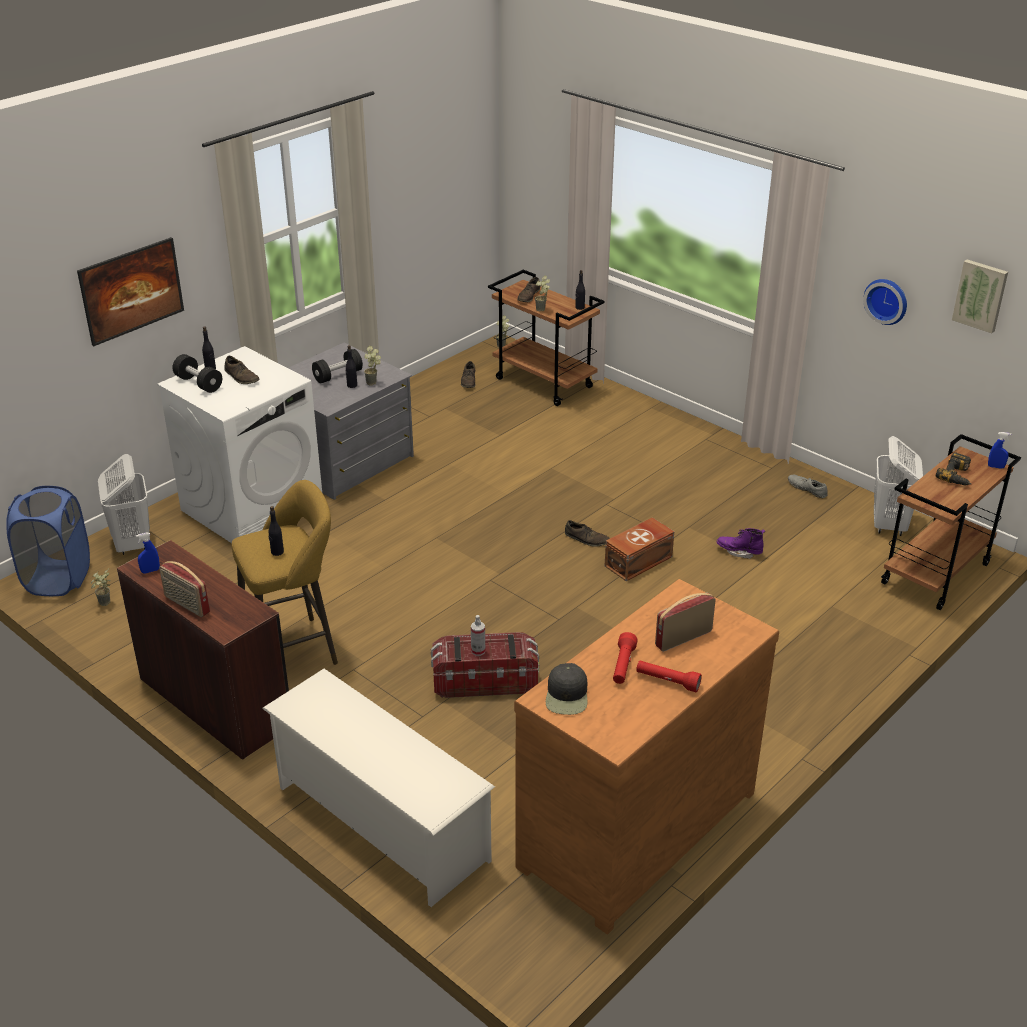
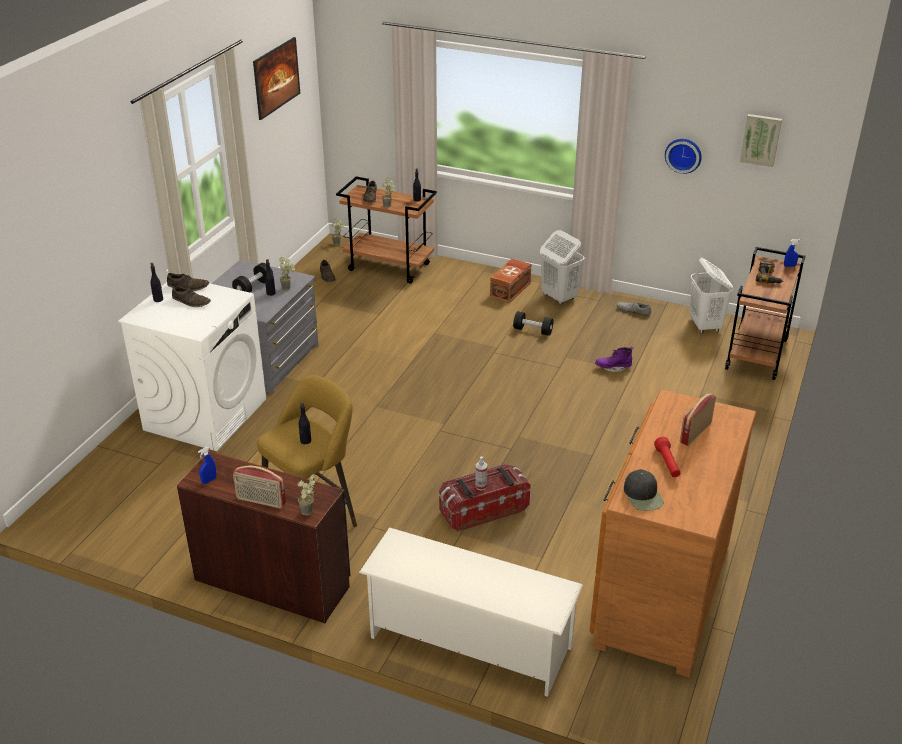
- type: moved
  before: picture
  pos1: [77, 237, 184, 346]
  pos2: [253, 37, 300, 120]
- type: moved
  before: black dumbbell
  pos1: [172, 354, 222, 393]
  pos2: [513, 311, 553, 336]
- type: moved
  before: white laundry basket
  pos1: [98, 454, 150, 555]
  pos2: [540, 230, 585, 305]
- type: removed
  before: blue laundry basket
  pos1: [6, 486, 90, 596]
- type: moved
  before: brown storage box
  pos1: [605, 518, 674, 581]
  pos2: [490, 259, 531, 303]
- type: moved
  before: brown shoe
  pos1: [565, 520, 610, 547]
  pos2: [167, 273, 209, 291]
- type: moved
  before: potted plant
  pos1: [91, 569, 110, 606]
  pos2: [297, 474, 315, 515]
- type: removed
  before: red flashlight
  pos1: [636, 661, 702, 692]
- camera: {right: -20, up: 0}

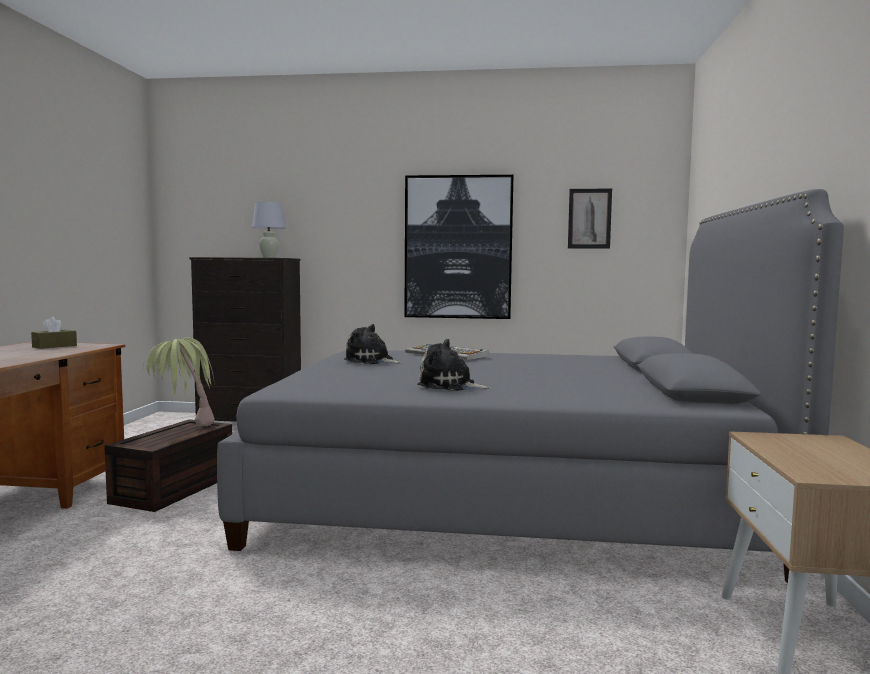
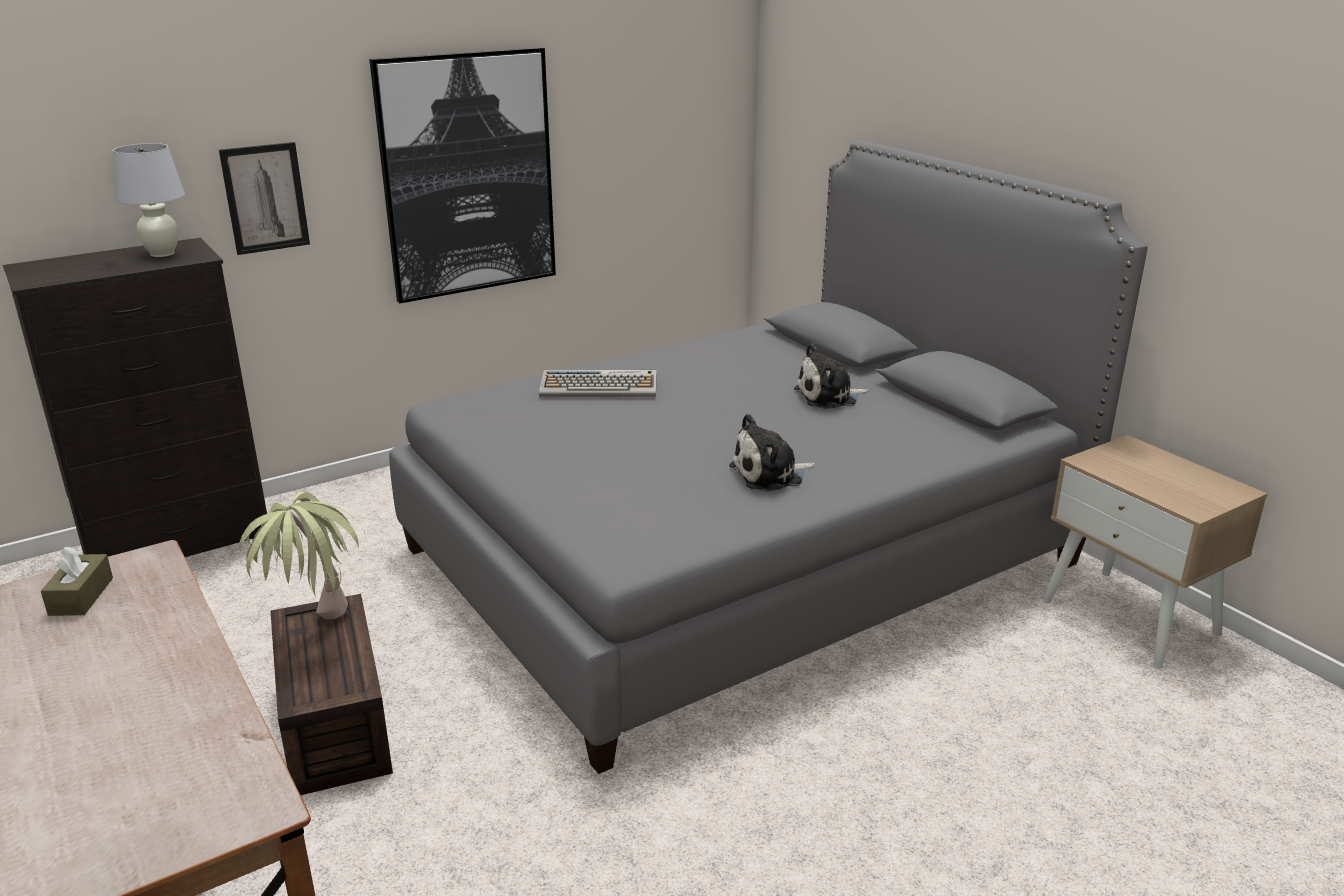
- type: moved
  before: picture
  pos1: [568, 189, 612, 249]
  pos2: [219, 142, 310, 255]
- type: moved
  before: plush toy
  pos1: [344, 324, 403, 364]
  pos2: [794, 344, 869, 409]
- camera: {right: -40, up: 20}

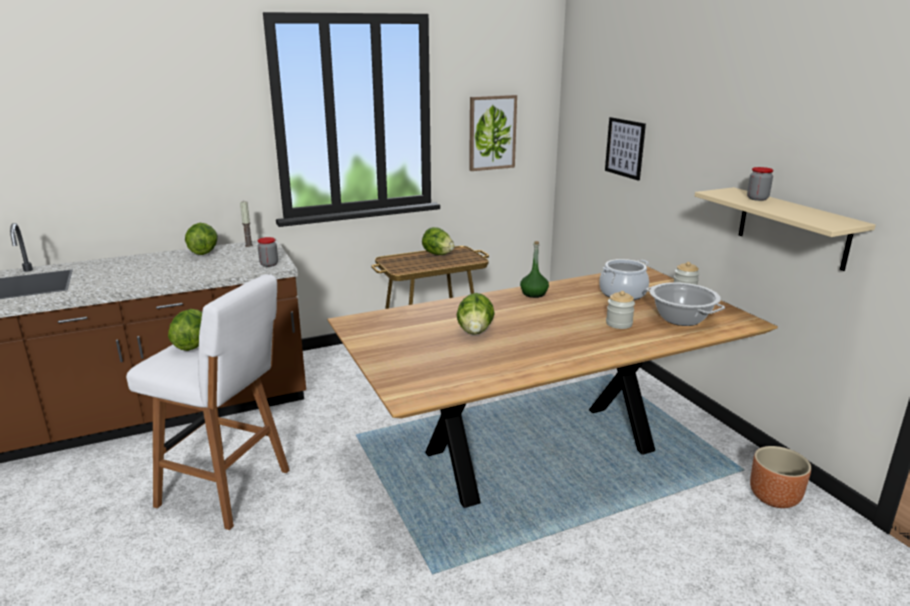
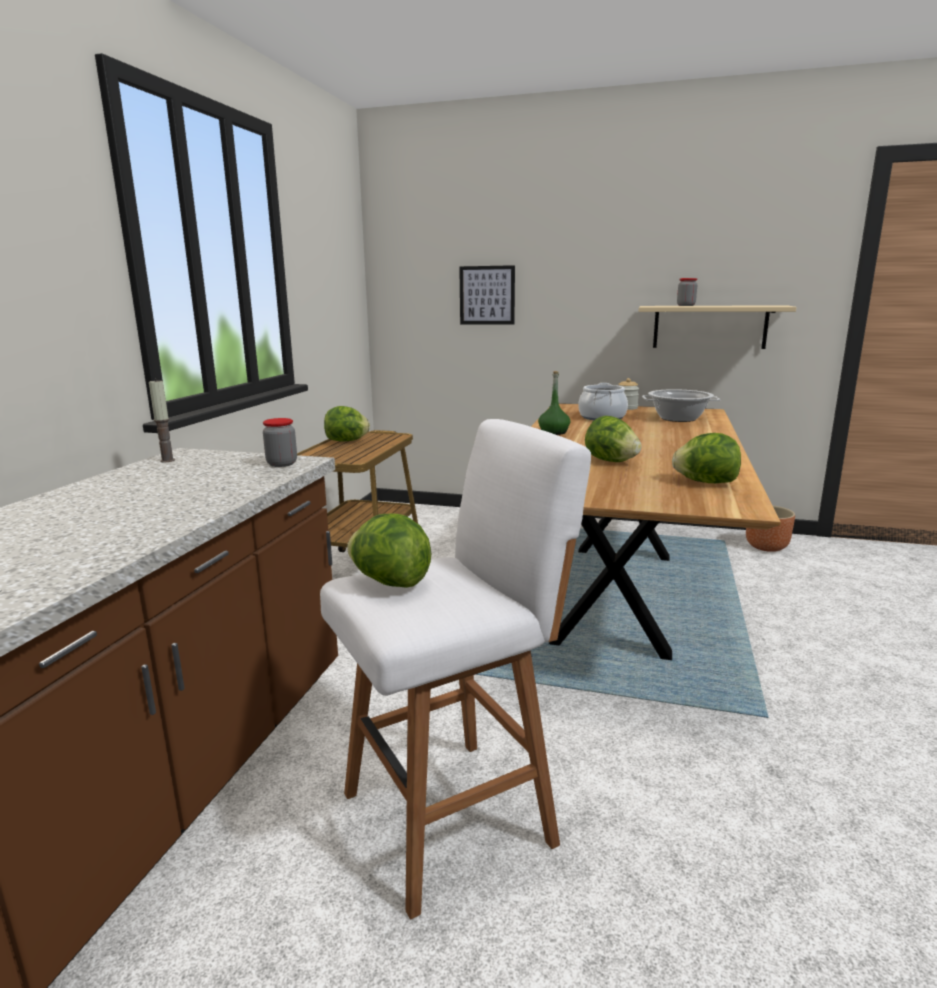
- type: removed
  before: picture
  pos1: [469, 95, 517, 171]
- type: moved
  before: lettuce
  pos1: [185, 223, 218, 255]
  pos2: [672, 433, 741, 483]
- type: removed
  before: jar
  pos1: [606, 291, 635, 329]
- camera: {right: -50, up: -5}

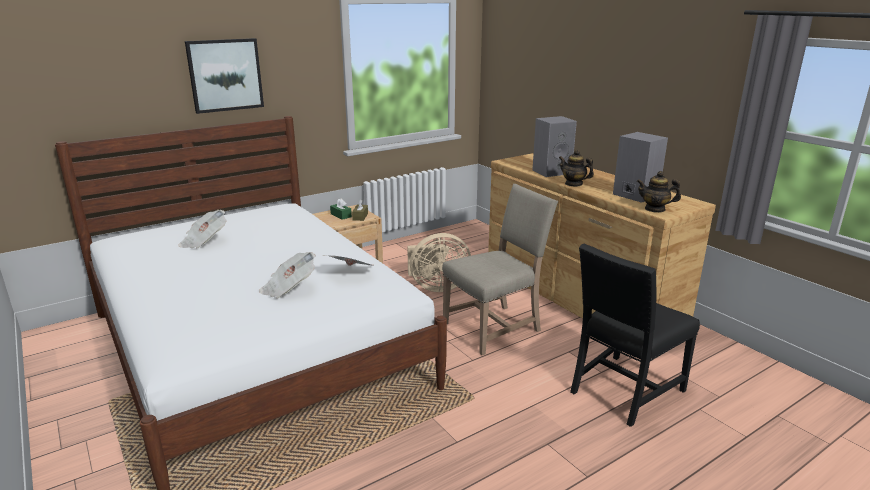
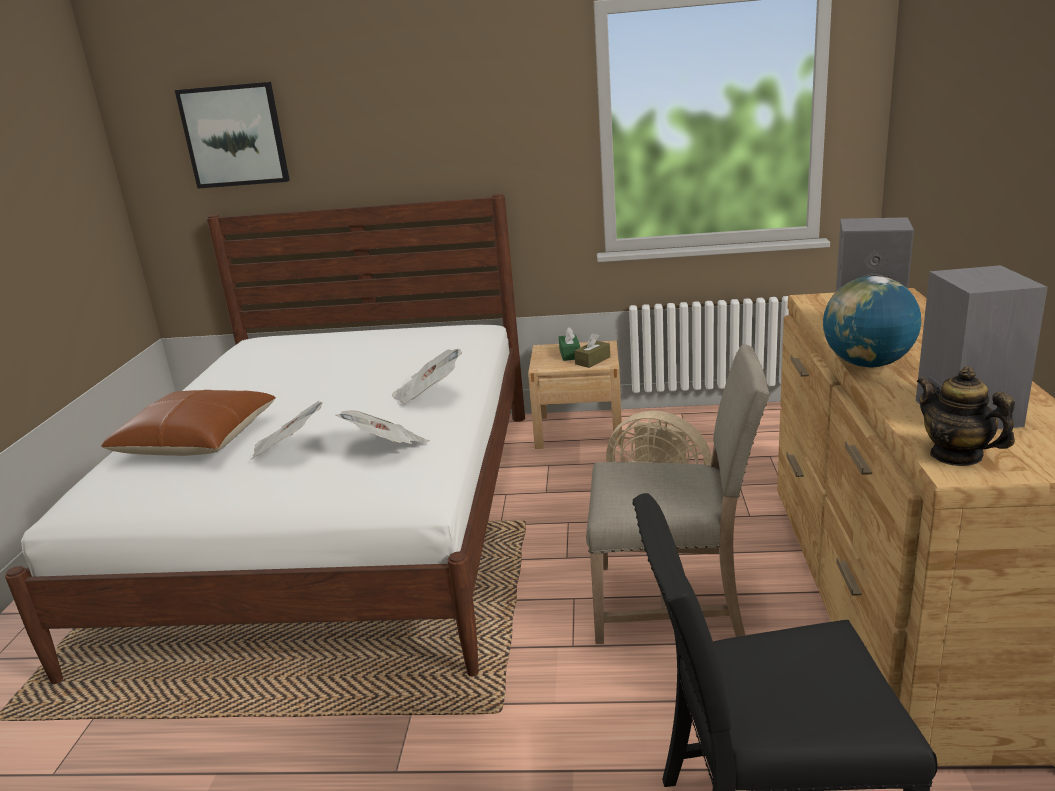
- type: moved
  before: picture
  pos1: [185, 38, 264, 114]
  pos2: [175, 82, 290, 189]
- type: replaced
  before: teapot
  after: globe
  pos1: [559, 150, 594, 187]
  pos2: [823, 276, 921, 367]
- type: moved
  before: newspaper
  pos1: [178, 210, 226, 249]
  pos2: [392, 349, 462, 404]
- type: added
  after: brown pillow
  pos2: [101, 390, 276, 456]
- camera: {right: 40, up: 0}

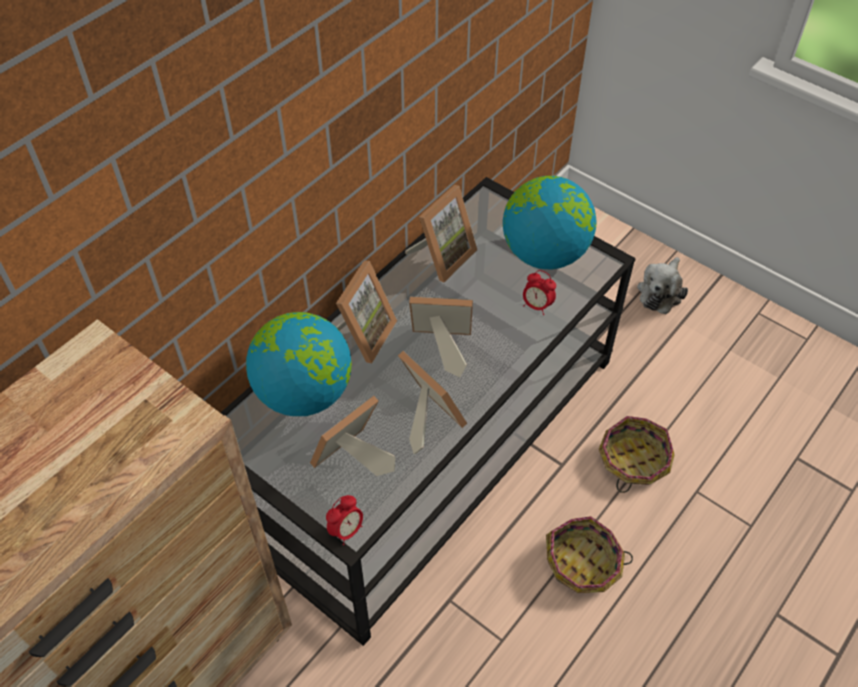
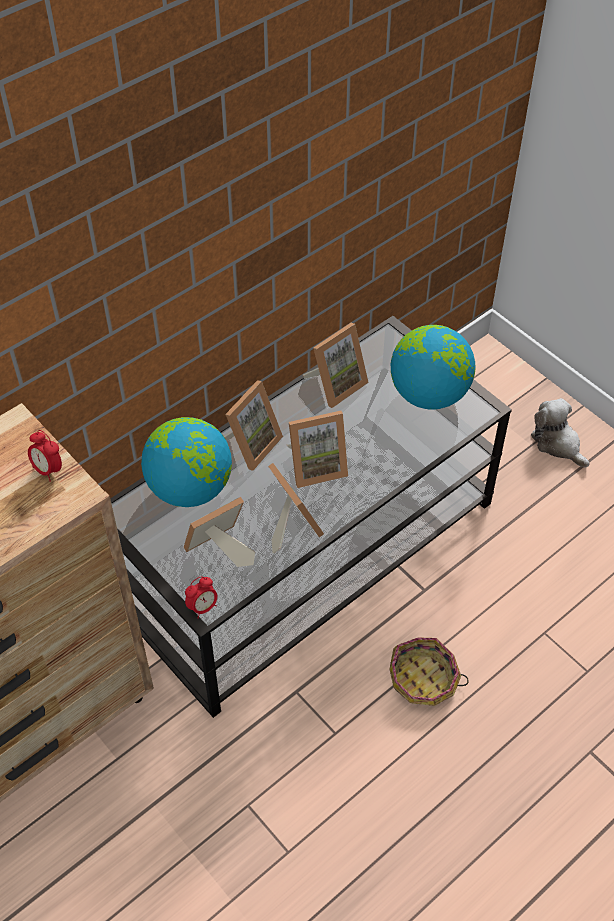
- type: turned
  before: plush toy
  pos1: [637, 257, 688, 315]
  pos2: [531, 398, 590, 467]
  turn: 105
- type: moved
  before: alarm clock
  pos1: [523, 270, 556, 315]
  pos2: [28, 430, 62, 482]
- type: turned
  before: picture frame
  pos1: [409, 297, 473, 377]
  pos2: [287, 411, 348, 488]
  turn: 150
- type: removed
  before: basket
  pos1: [599, 416, 674, 493]
- camera: {right: 10, up: 0}

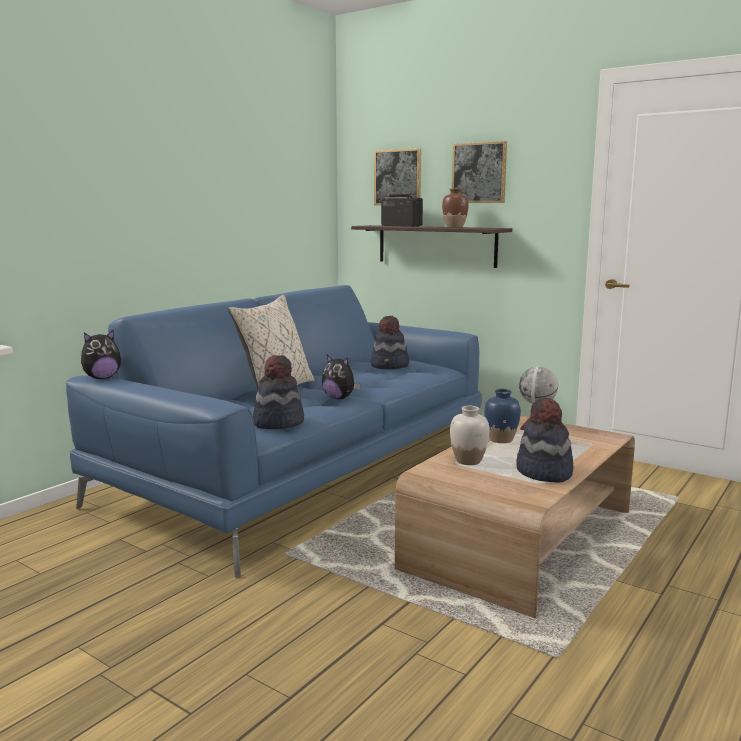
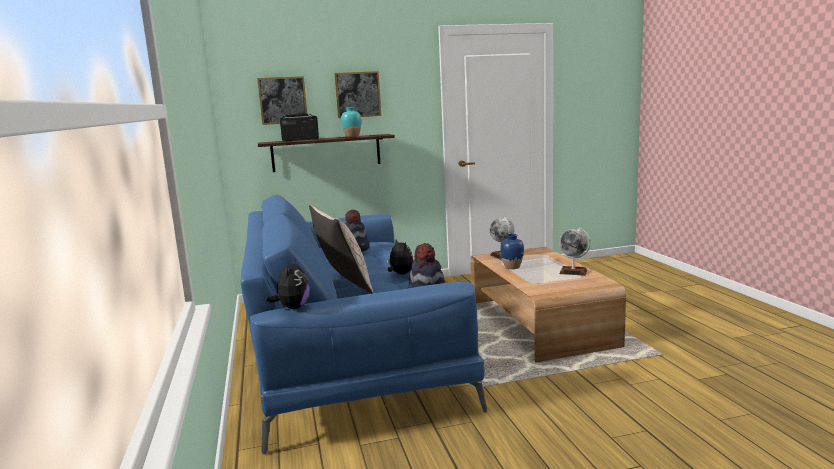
- type: recoloured
  before: brown vase
  after: turquoise vase
  pos1: [442, 189, 469, 228]
  pos2: [341, 107, 361, 137]
- type: turned
  before: plush toy
  pos1: [322, 355, 361, 399]
  pos2: [387, 239, 413, 275]
  turn: -105
- type: replaced
  before: hat
  after: globe
  pos1: [516, 398, 573, 483]
  pos2: [559, 228, 591, 276]
- type: removed
  before: white vase
  pos1: [450, 406, 489, 465]
- camera: {right: -50, up: 0}

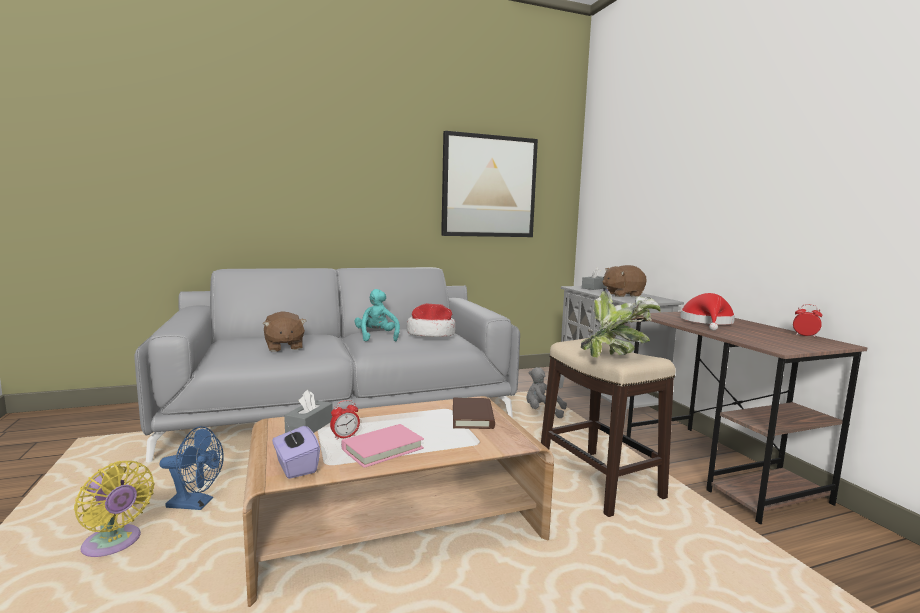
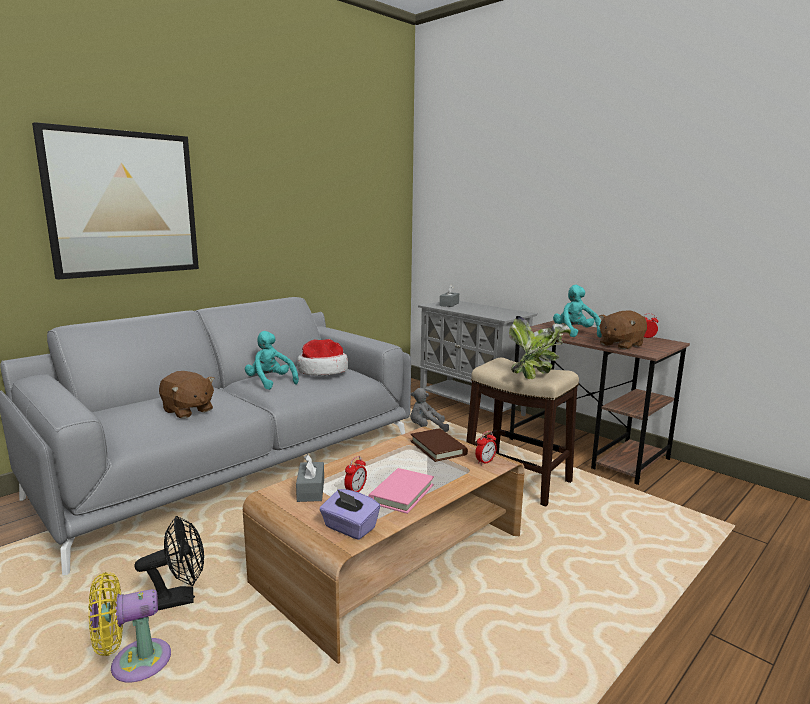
- type: moved
  before: picture
  pos1: [441, 131, 538, 237]
  pos2: [32, 122, 199, 280]
- type: moved
  before: brown plush toy
  pos1: [603, 265, 647, 297]
  pos2: [599, 311, 647, 350]
- type: replaced
  before: red hat
  after: turquoise plush toy
  pos1: [680, 293, 735, 331]
  pos2: [553, 285, 602, 338]
- type: recoloured
  before: blue fan
  after: black fan
  pos1: [160, 426, 224, 510]
  pos2: [134, 516, 204, 610]
- type: turned
  before: yellow fan
  pos1: [74, 461, 154, 557]
  pos2: [89, 572, 171, 682]
  turn: 150
- type: added
  after: alarm clock
  pos2: [475, 431, 497, 465]
- camera: {right: -25, up: 5}

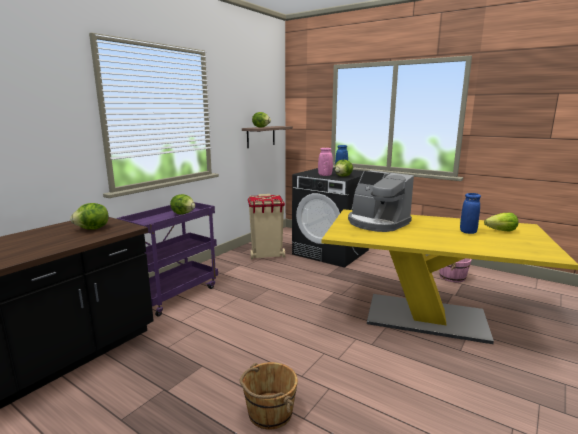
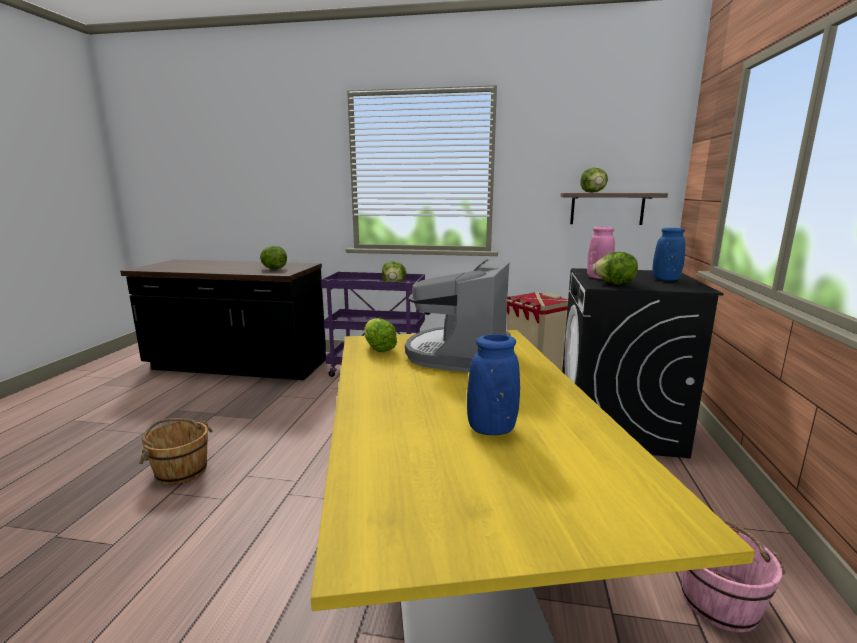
- type: moved
  before: lettuce
  pos1: [484, 213, 518, 231]
  pos2: [364, 318, 397, 352]
- camera: {right: 65, up: 0}

